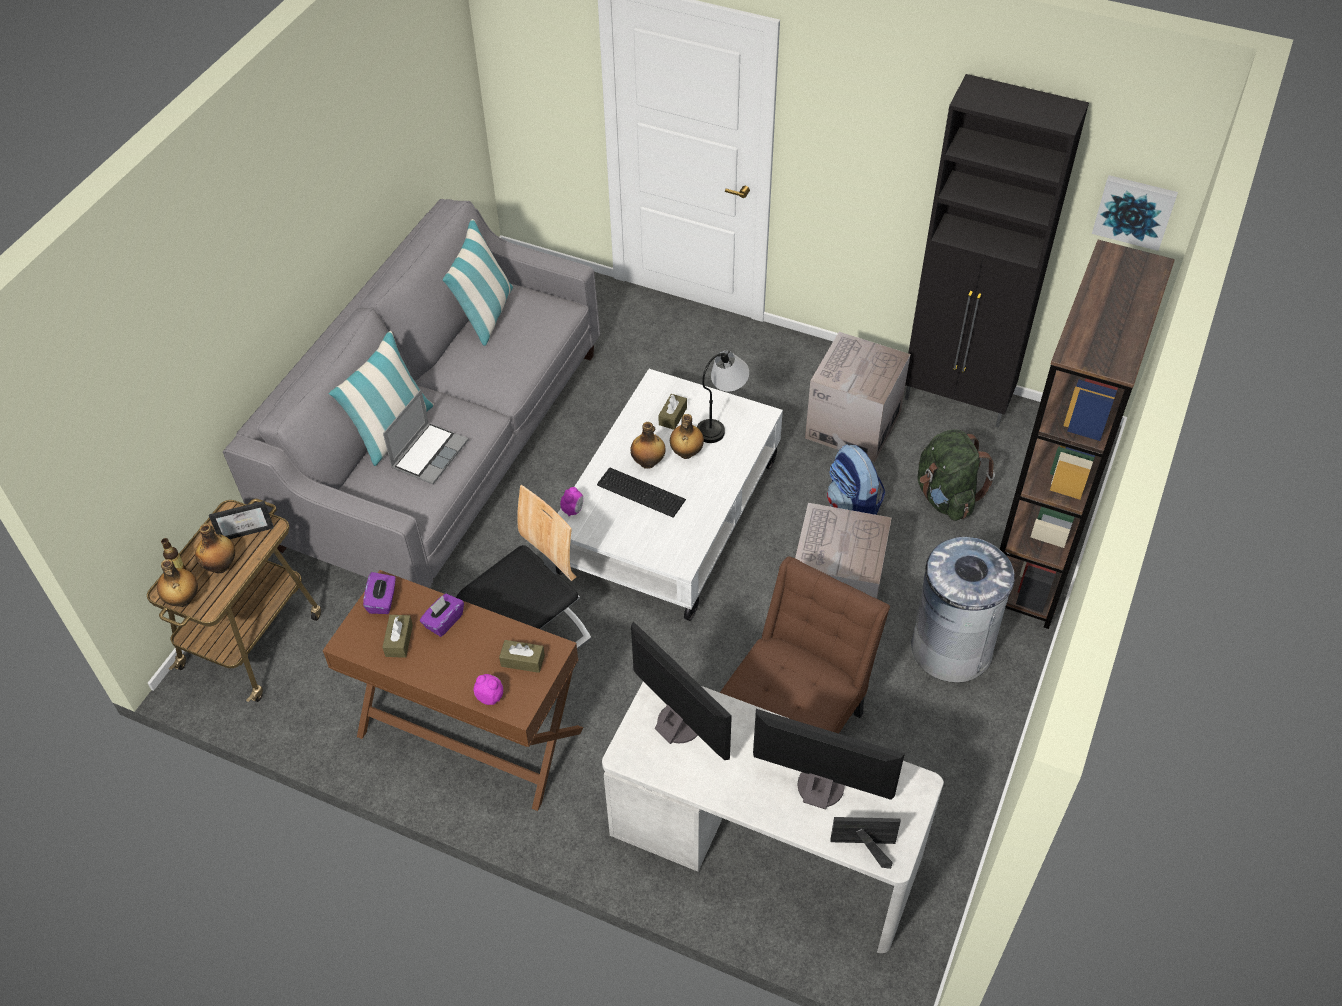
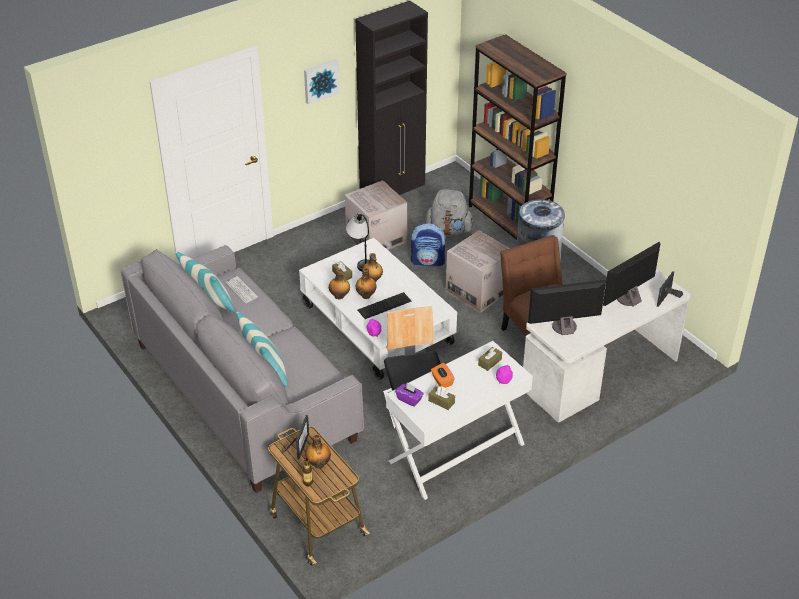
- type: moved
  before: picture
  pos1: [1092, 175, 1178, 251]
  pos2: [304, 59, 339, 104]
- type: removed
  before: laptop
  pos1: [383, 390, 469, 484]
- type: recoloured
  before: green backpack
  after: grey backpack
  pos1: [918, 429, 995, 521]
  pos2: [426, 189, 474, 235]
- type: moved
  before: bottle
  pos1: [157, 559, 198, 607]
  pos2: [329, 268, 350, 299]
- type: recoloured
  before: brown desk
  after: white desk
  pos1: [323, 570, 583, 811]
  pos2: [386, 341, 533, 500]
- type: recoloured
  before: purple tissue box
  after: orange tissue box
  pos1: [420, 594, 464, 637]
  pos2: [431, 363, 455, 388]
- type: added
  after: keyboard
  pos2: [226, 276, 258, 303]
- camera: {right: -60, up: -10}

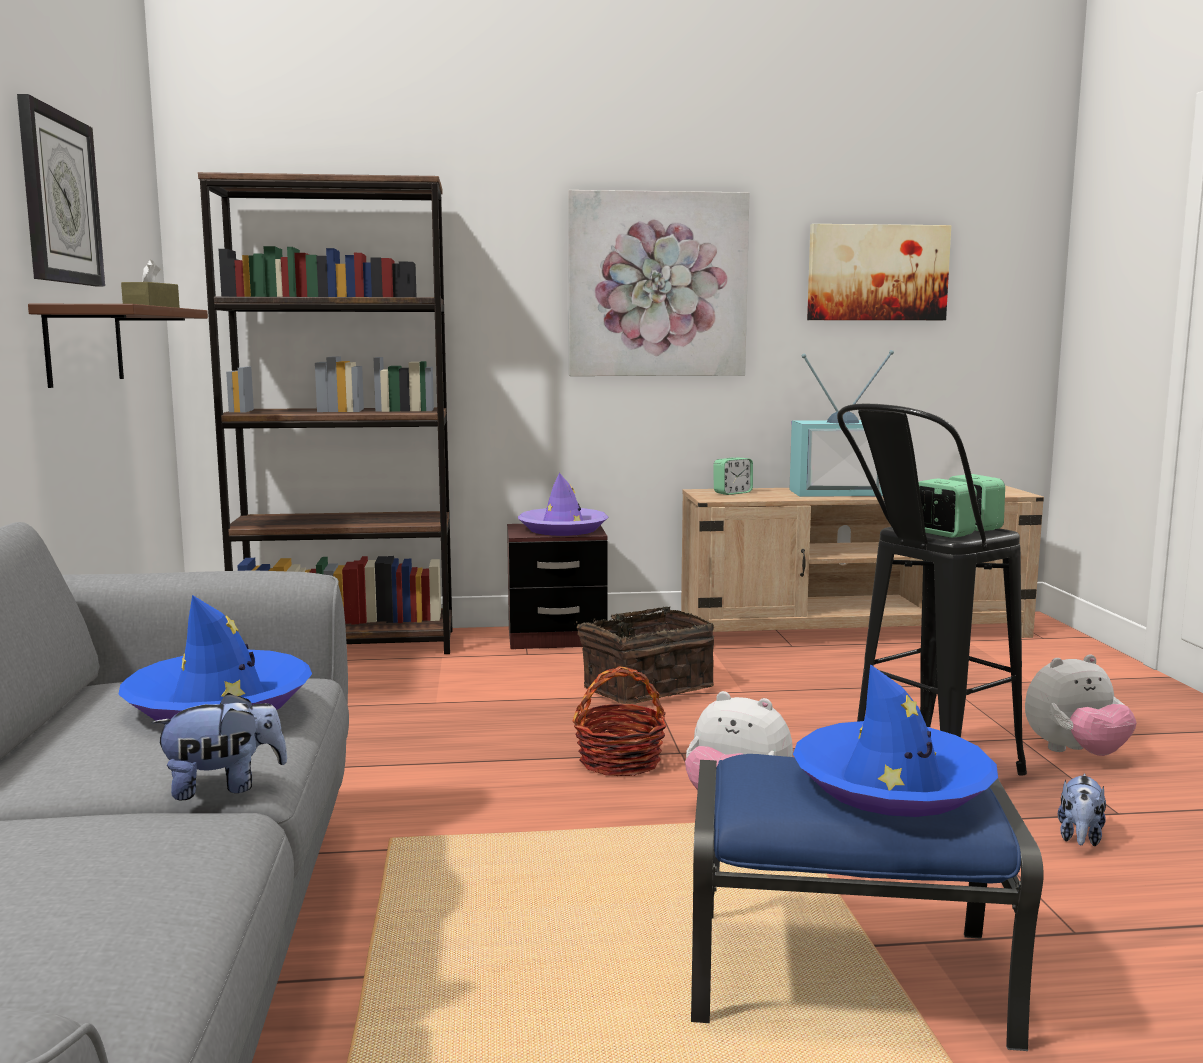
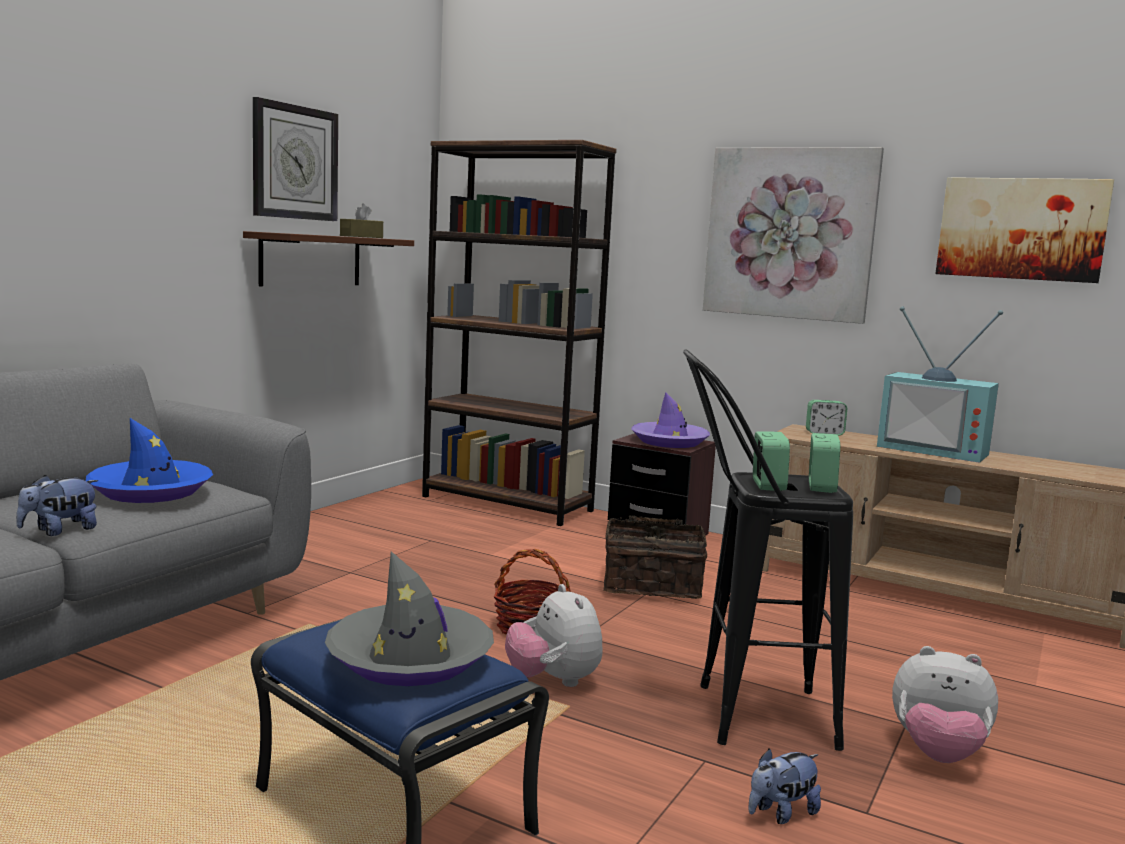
- type: recoloured
  before: blue hat
  after: grey hat
  pos1: [793, 664, 998, 817]
  pos2: [325, 551, 494, 686]
- type: turned
  before: plush toy
  pos1: [151, 692, 288, 800]
  pos2: [16, 475, 98, 536]
  turn: 120
- camera: {right: 35, up: 0}

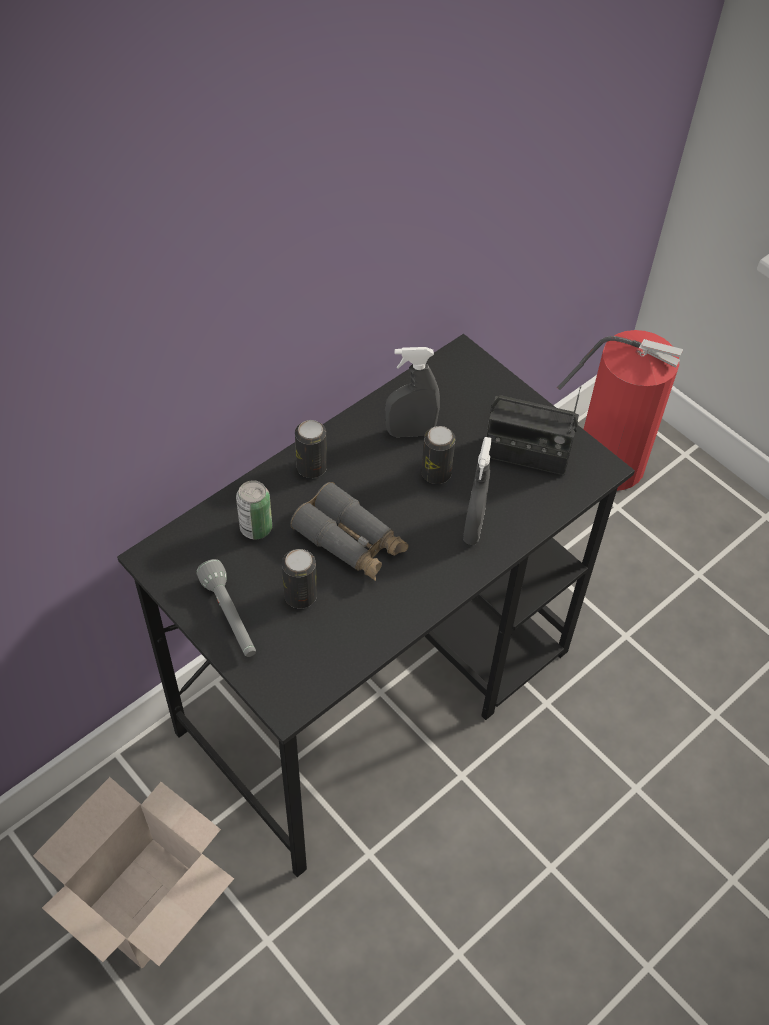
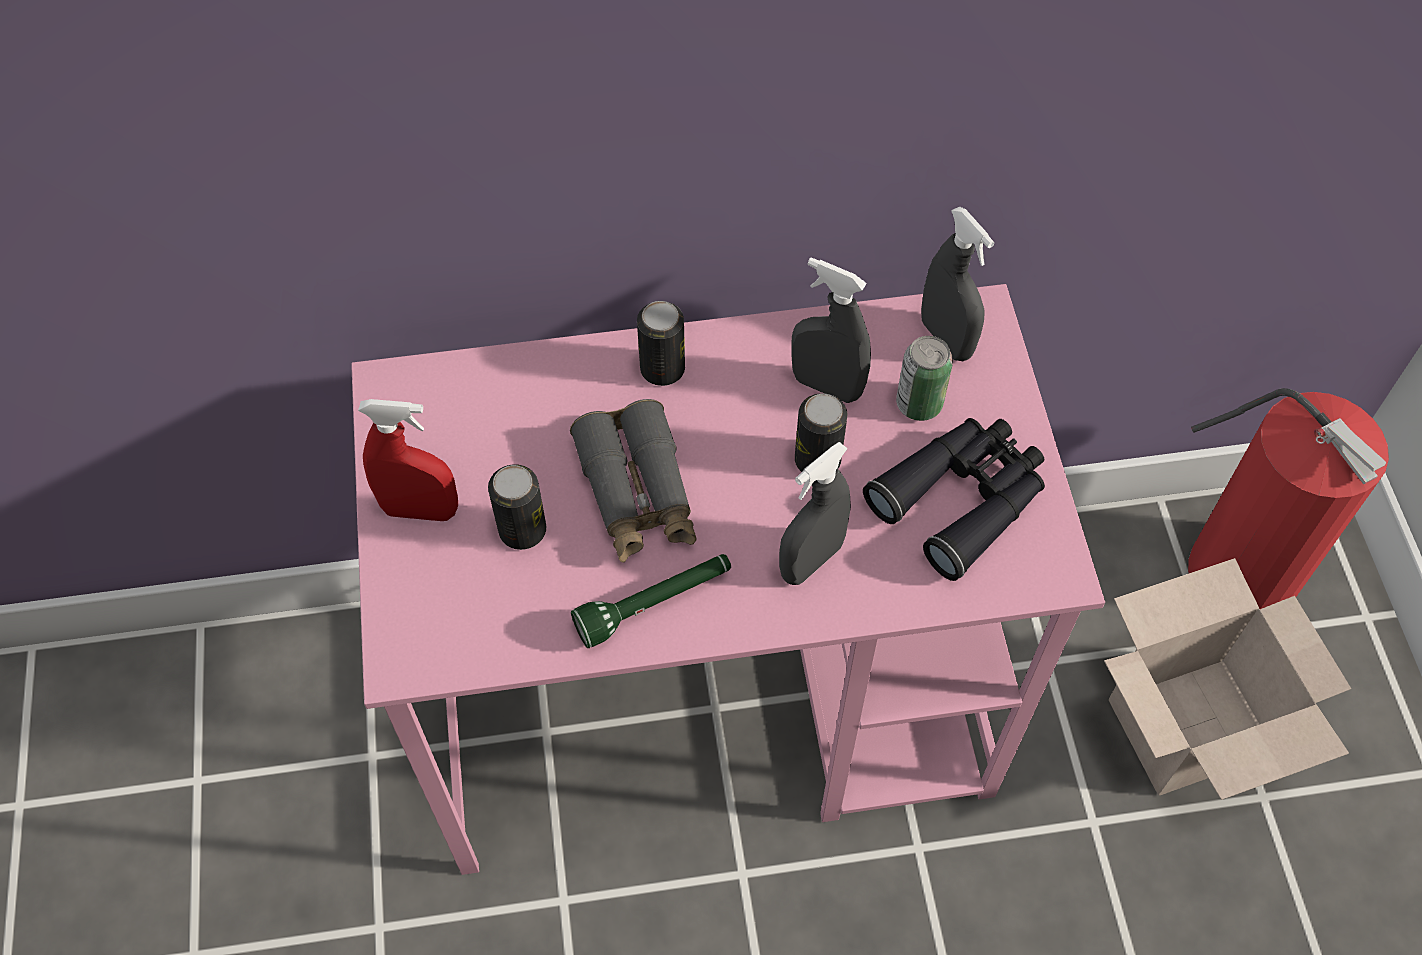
- type: recoloured
  before: black desk
  after: pink desk
  pos1: [117, 334, 635, 877]
  pos2: [351, 284, 1105, 875]
- type: replaced
  before: radio
  after: black binoculars
  pos1: [486, 386, 581, 475]
  pos2: [863, 418, 1045, 581]
- type: moved
  before: can
  pos1: [236, 480, 272, 539]
  pos2: [896, 336, 953, 421]
- type: replaced
  before: grey flashlight
  after: red spray bottle
  pos1: [196, 559, 256, 657]
  pos2: [358, 399, 458, 521]
- type: moved
  before: cardboard box
  pos1: [33, 777, 234, 968]
  pos2: [1104, 558, 1351, 800]
- type: added
  after: grey spray bottle
  pos2: [921, 207, 994, 361]
- type: added
  after: green flashlight
  pos2: [571, 554, 731, 648]
- camera: {right: 35, up: 5}

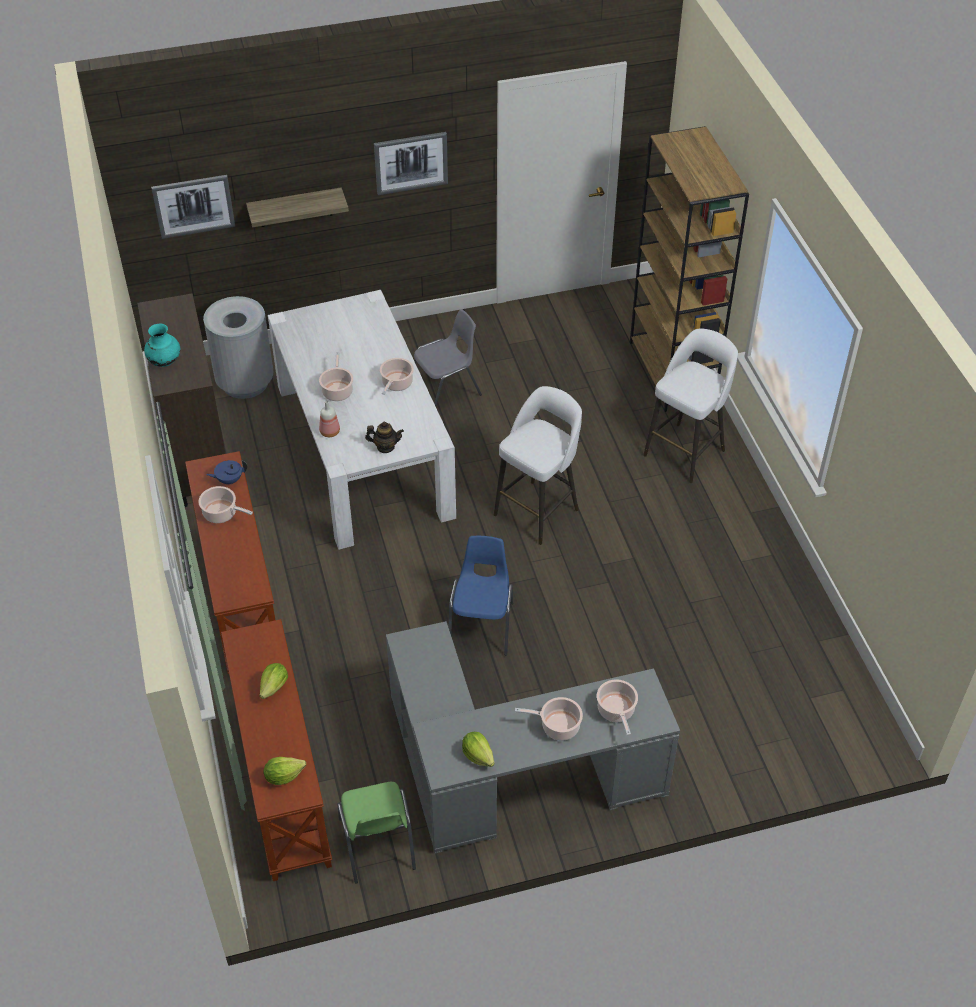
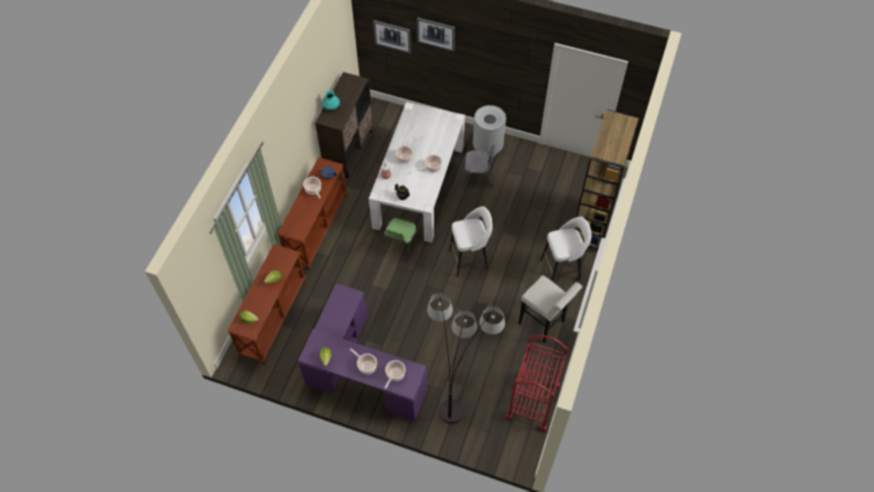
- type: moved
  before: picture
  pos1: [374, 132, 448, 195]
  pos2: [417, 17, 455, 52]
- type: removed
  before: shelf
  pos1: [246, 188, 349, 227]
- type: moved
  before: grey trash can
  pos1: [203, 296, 273, 399]
  pos2: [473, 105, 506, 157]
- type: removed
  before: blue chair
  pos1: [449, 536, 513, 656]
- type: recoloured
  before: grey desk
  after: purple desk
  pos1: [386, 621, 680, 854]
  pos2: [298, 283, 427, 422]
- type: moved
  before: green chair
  pos1: [337, 782, 416, 884]
  pos2: [383, 218, 420, 262]
- type: added
  after: white stool
  pos2: [518, 275, 582, 343]
- type: added
  after: floor lamp
  pos2: [427, 293, 505, 424]
- type: added
  after: red cart
  pos2: [506, 335, 568, 432]
- camera: {right: 35, up: 10}

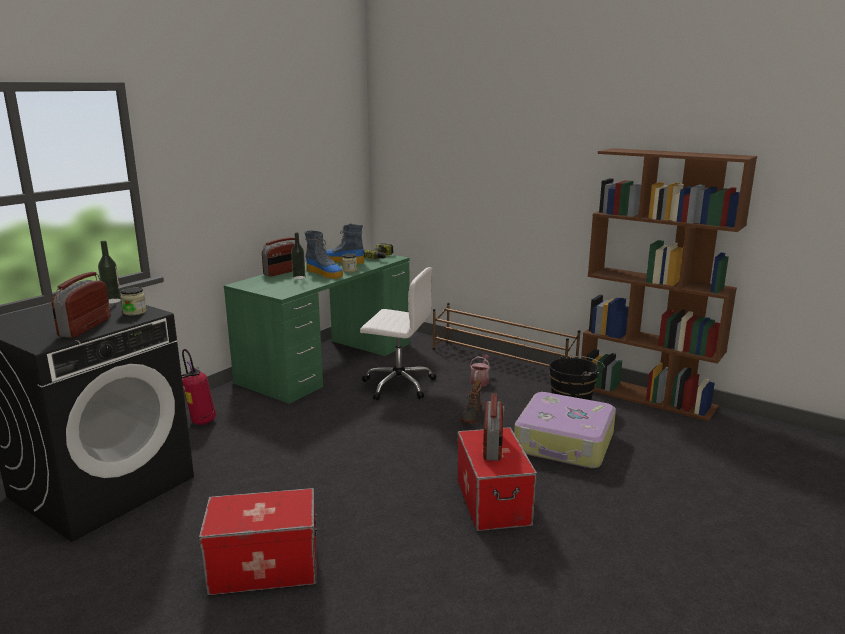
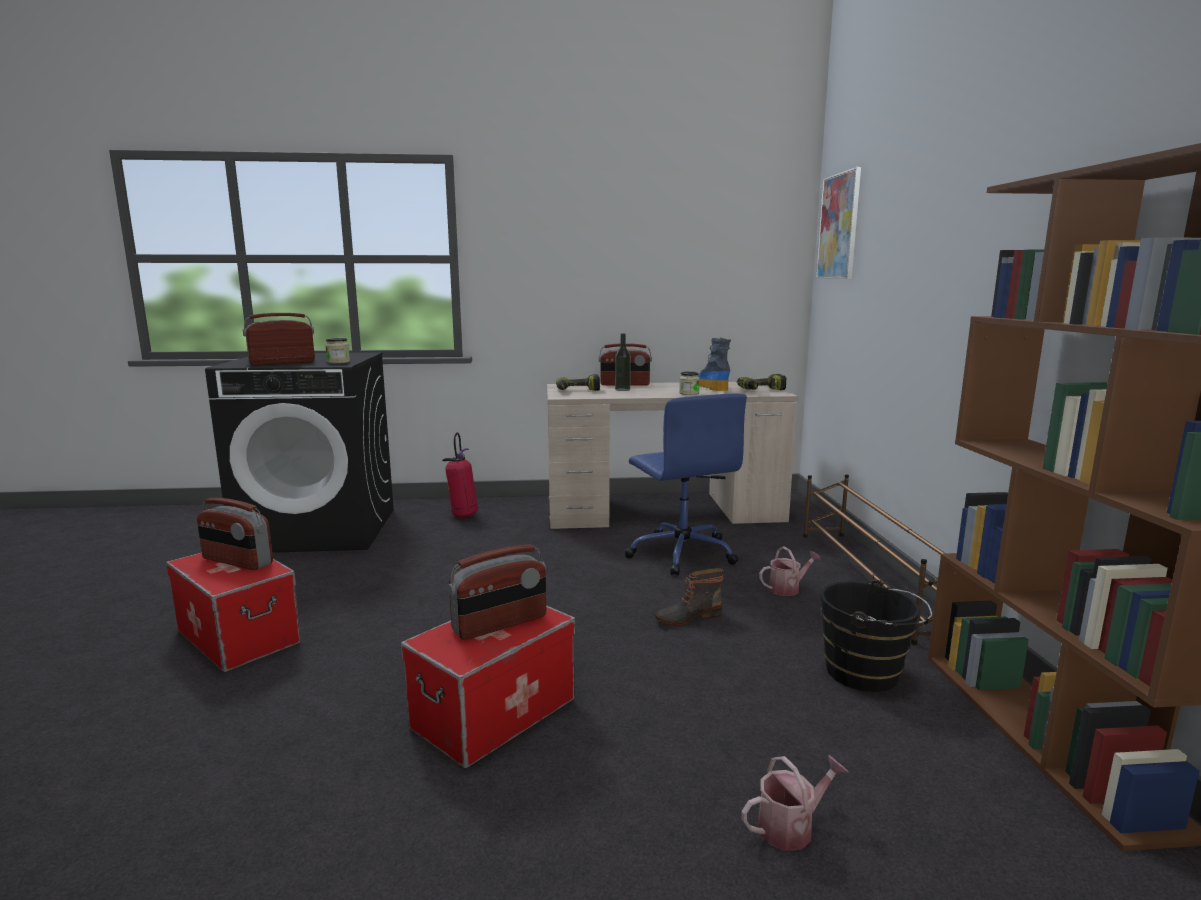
- type: removed
  before: boot
  pos1: [304, 231, 343, 279]
- type: removed
  before: bottle
  pos1: [98, 241, 121, 304]
- type: recoloured
  before: green desk
  after: beige desk
  pos1: [224, 255, 410, 404]
  pos2: [547, 382, 798, 529]
- type: recoloured
  before: white office chair
  after: blue office chair
  pos1: [360, 267, 436, 400]
  pos2: [624, 393, 747, 576]
- type: removed
  before: suitcase
  pos1: [514, 392, 616, 468]
- type: added
  after: picture
  pos2: [816, 167, 861, 279]
- type: added
  after: power drill
  pos2: [556, 374, 600, 391]
- type: added
  after: radio
  pos2: [197, 498, 273, 570]
- type: added
  after: watering can
  pos2: [741, 755, 849, 851]
- camera: {right: 50, up: -5}

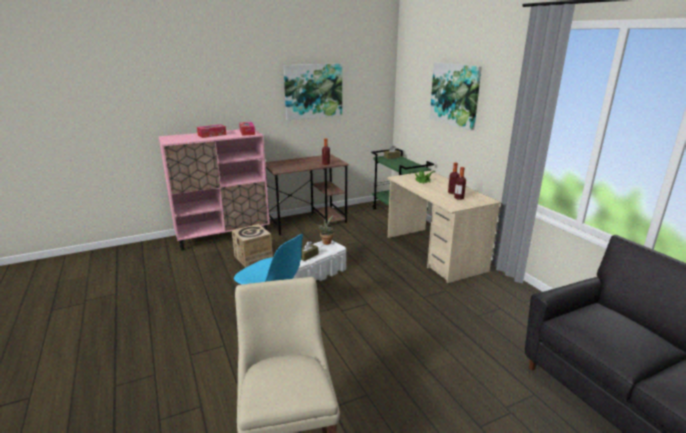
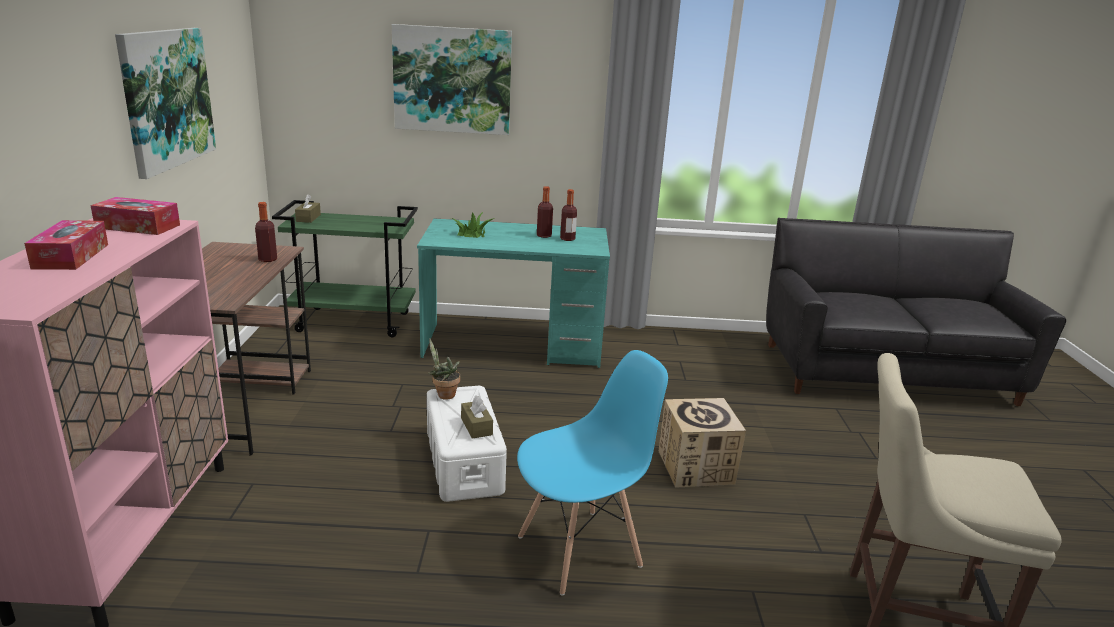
- type: recoloured
  before: beige desk
  after: turquoise desk
  pos1: [387, 171, 501, 283]
  pos2: [417, 218, 610, 368]
- type: moved
  before: cardboard box
  pos1: [232, 224, 273, 267]
  pos2: [658, 398, 746, 488]
- camera: {right: -65, up: 0}

